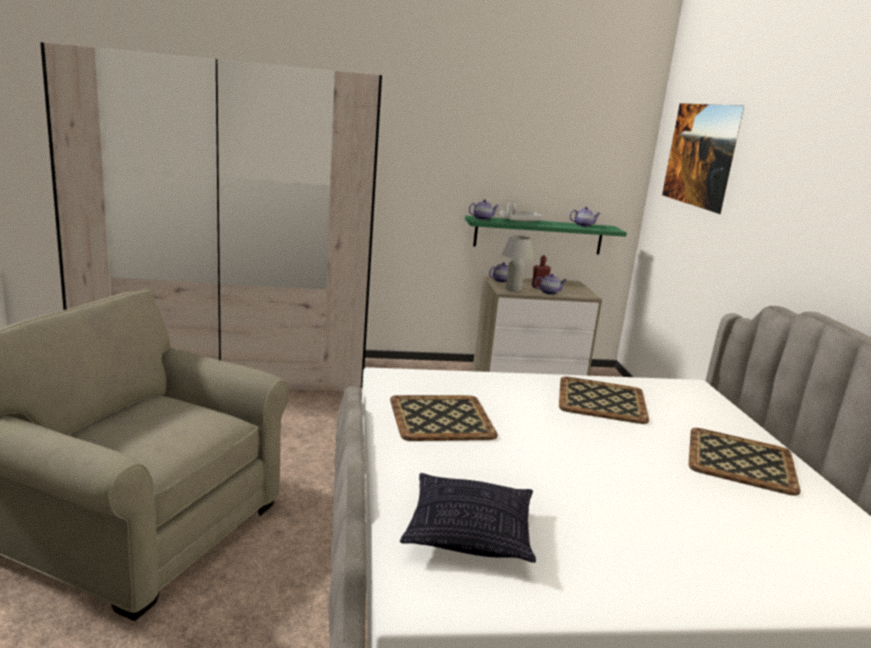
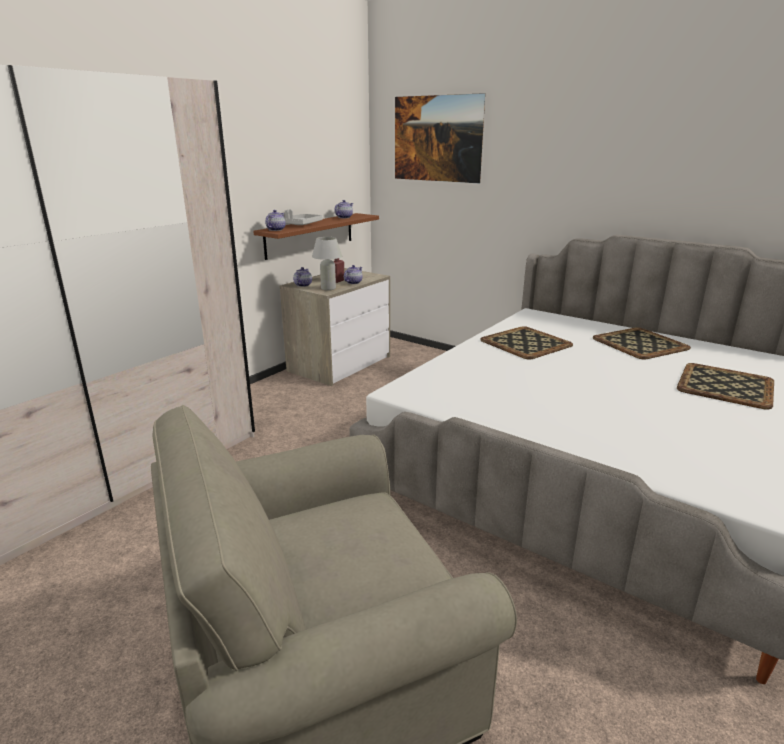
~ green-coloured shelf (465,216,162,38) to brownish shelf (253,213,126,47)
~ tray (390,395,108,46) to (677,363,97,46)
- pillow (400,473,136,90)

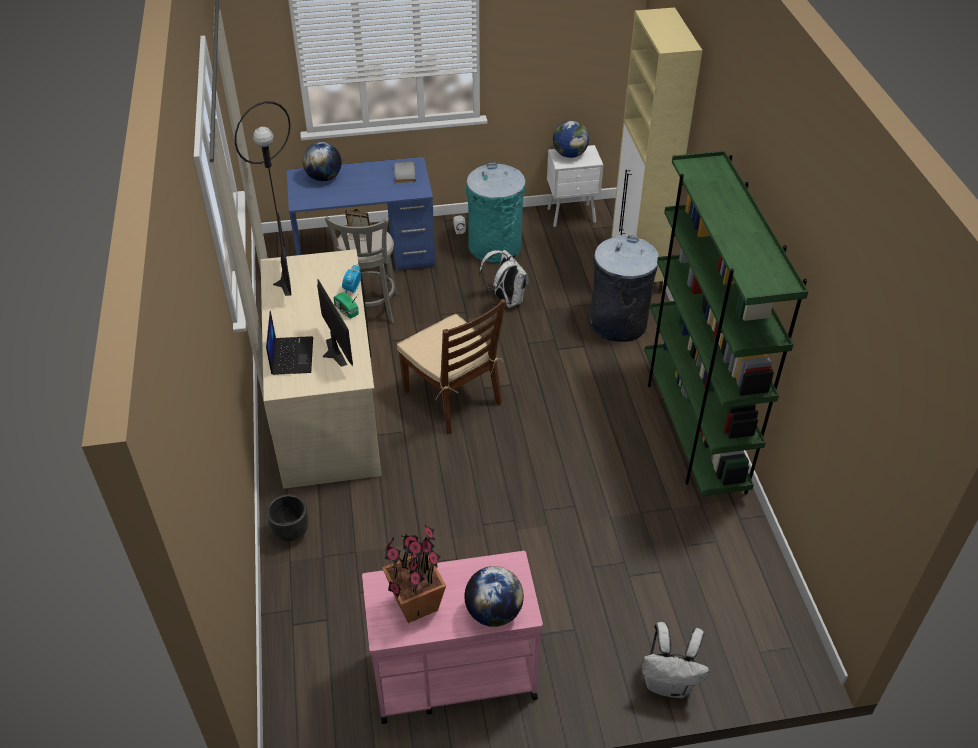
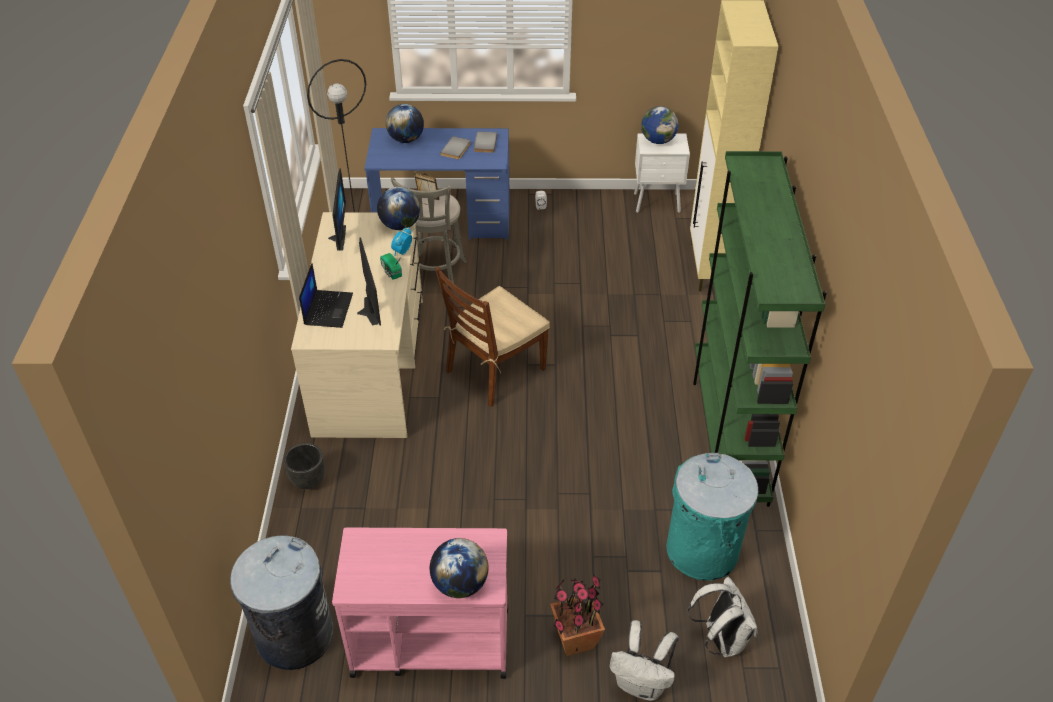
~ turquoise-coloured waste bin (465,162,61,101) to (666,453,92,128)
~ greyish waste bin (590,235,69,107) to (230,535,103,135)
~ white-coloured rucksack (479,250,50,58) to (688,577,70,80)
~ brownish plain chair (397,299,109,135) = (435,267,115,140) 75 degrees clockwise
~ houseplant (382,525,64,98) to (550,574,55,82)
+ greyish book (440,136,31,23)
+ globe (377,187,43,43)

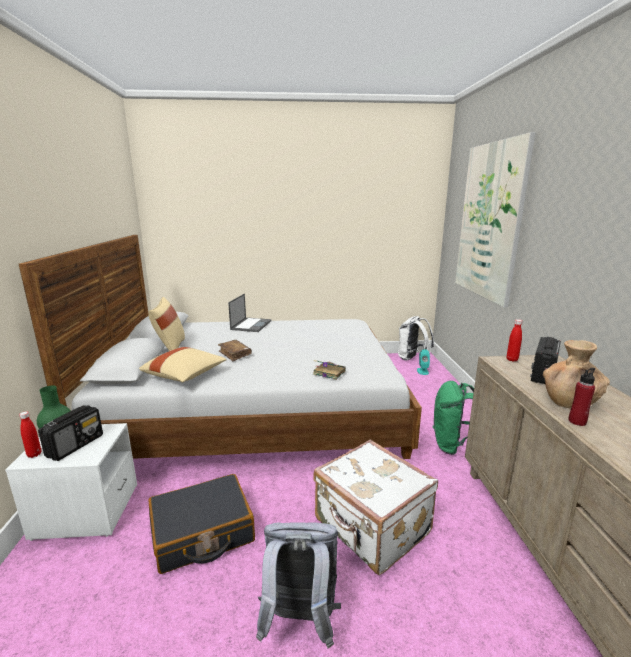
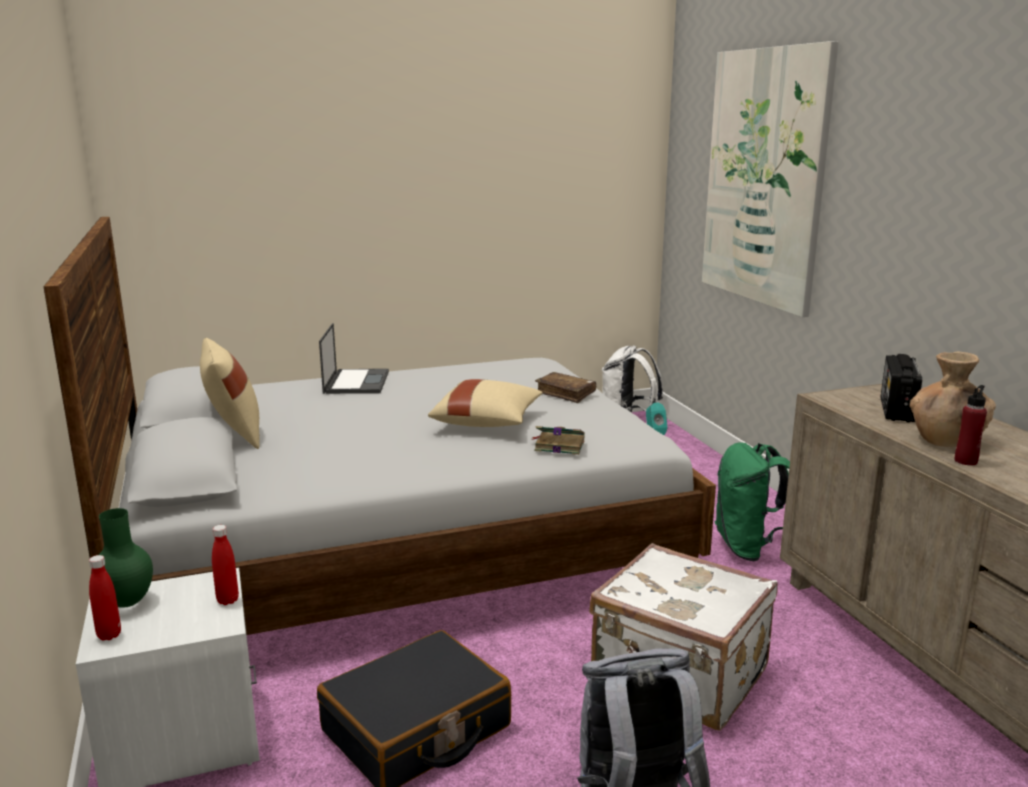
~ red-coloured drink bottle (506,319,16,43) to (212,525,27,80)
~ brownish book (218,340,34,21) to (535,372,61,31)
~ beige-coloured pillow (139,347,88,36) to (428,379,115,48)
- radio set (38,405,65,56)

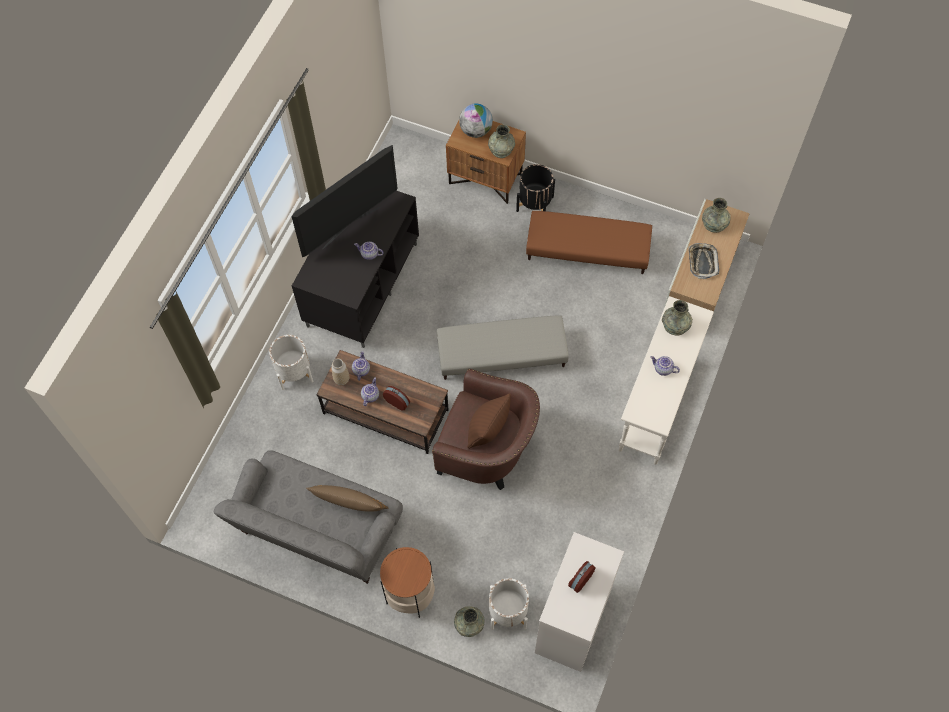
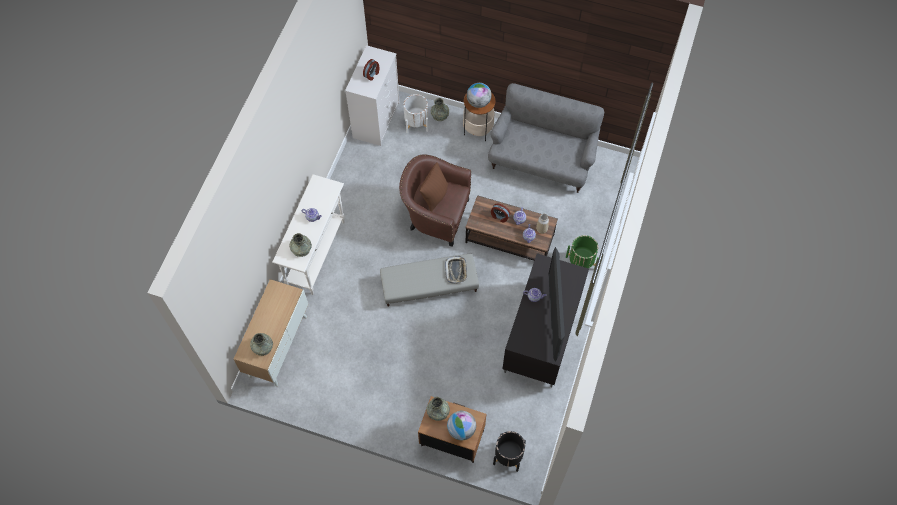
~ TV (292,145,106,112) = (548,247,17,115) 45 degrees counterclockwise
~ black planter (516,164,39,48) to (493,431,33,41)
- brownish ottoman (526,211,126,63)
~ tray (688,243,31,36) to (445,256,22,28)
~ white-coloured planter (269,335,44,55) to green-coloured planter (566,235,33,34)
- brownish pillow (306,485,82,27)
+ globe (467,83,25,25)

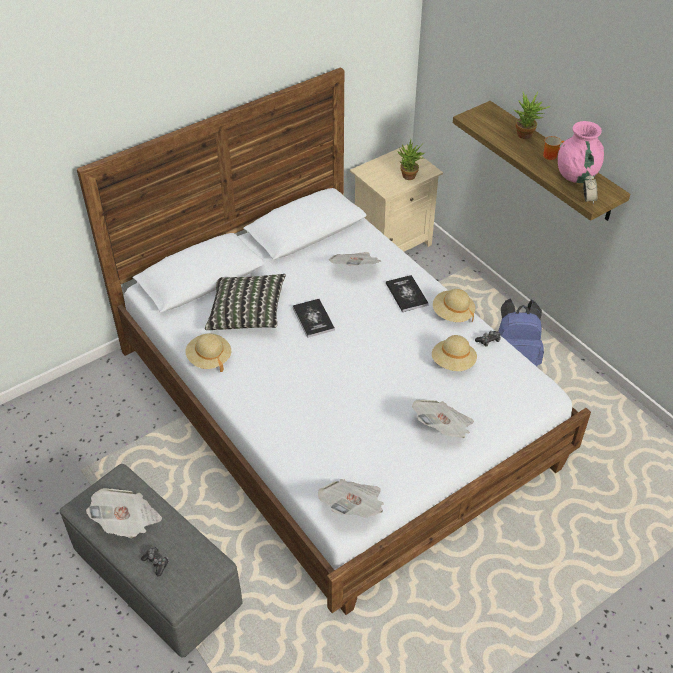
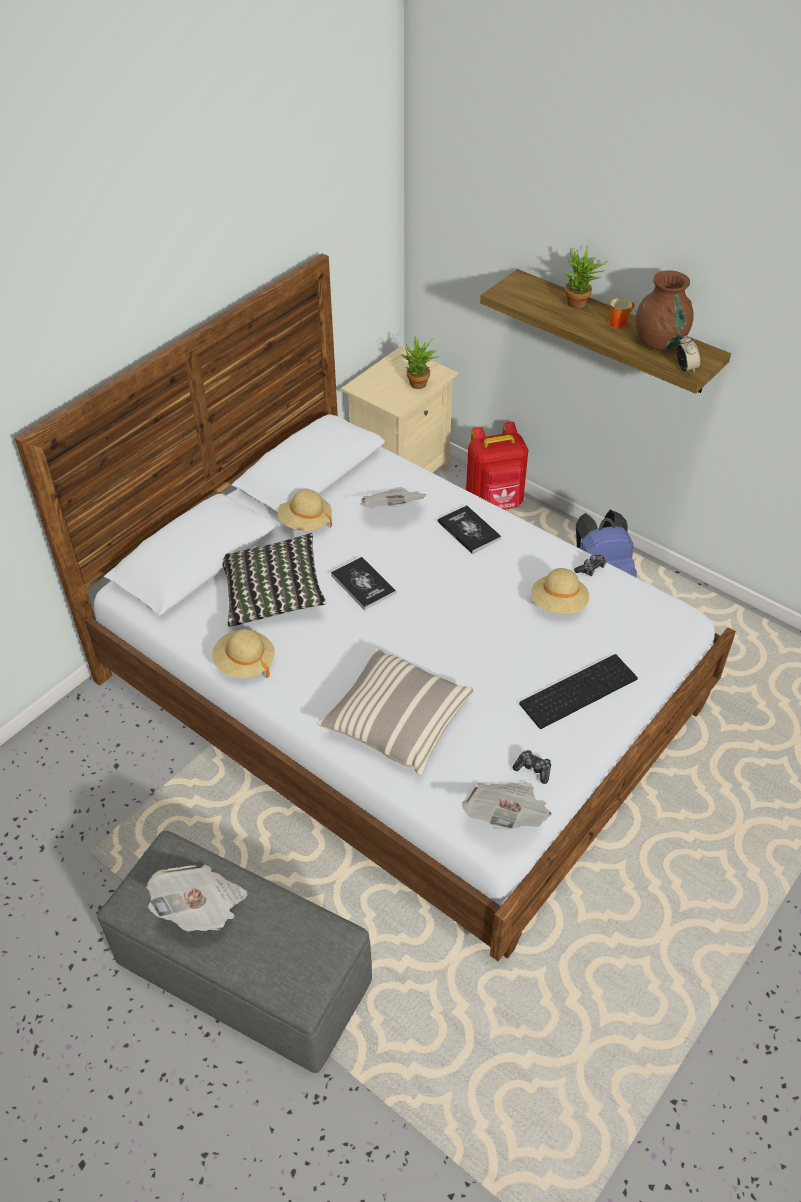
~ pink vase (558,121,46,62) to brownish vase (635,270,59,81)
~ beige-coloured hat (433,289,42,33) to (278,489,54,42)
~ daily paper (412,400,62,38) to keyboard (519,654,119,75)
~ gamepad (141,547,27,29) to (513,750,38,34)
+ red-coloured rucksack (466,422,62,88)
+ pillow (317,648,156,127)

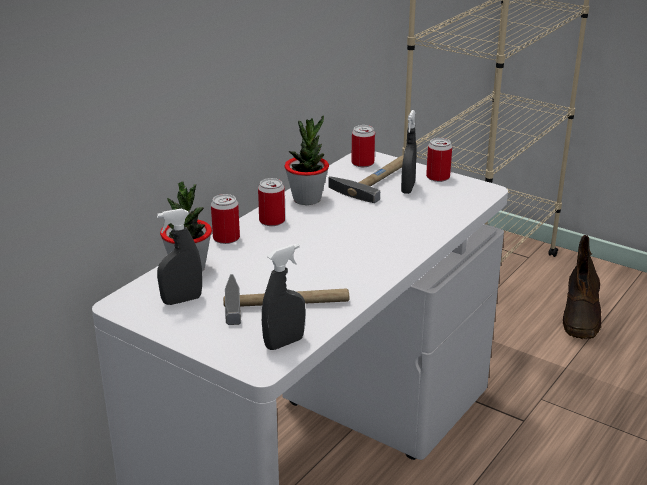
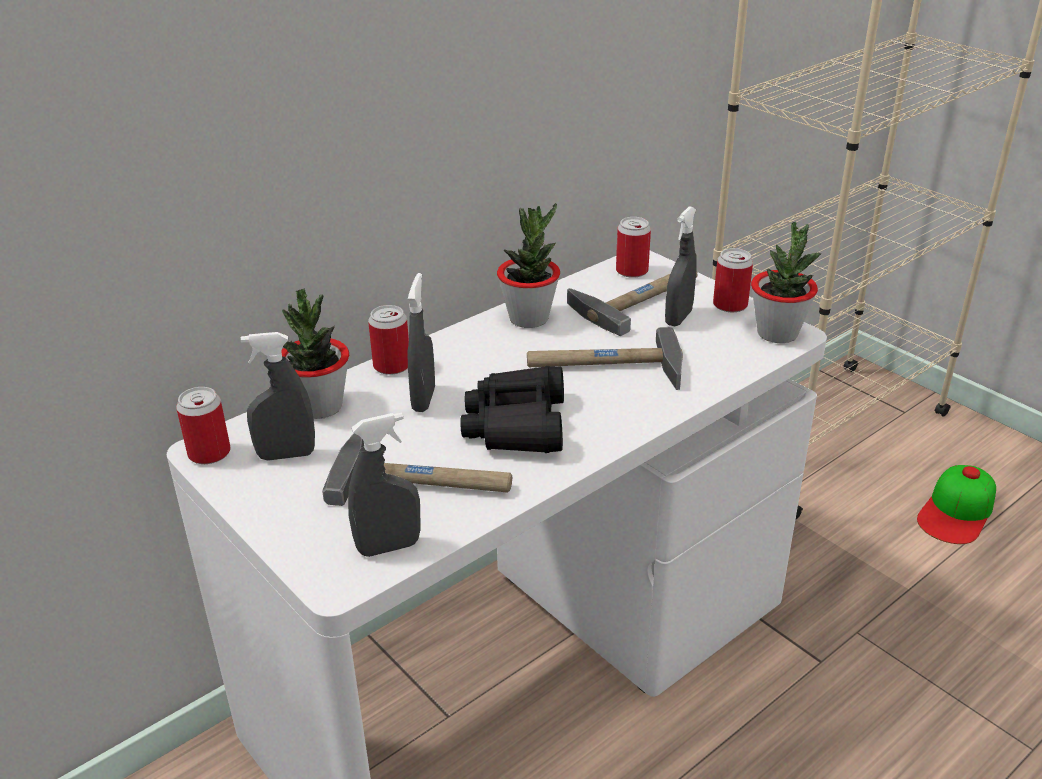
~ metal can (258,178,27,48) to (176,387,55,77)
~ brownish boot (563,235,39,104) to baseball cap (917,465,79,79)
+ houseplant (751,222,71,121)
+ greyish sprayer (407,273,28,139)
+ hand hammer (527,327,156,63)
+ black pair of binoculars (460,366,104,87)

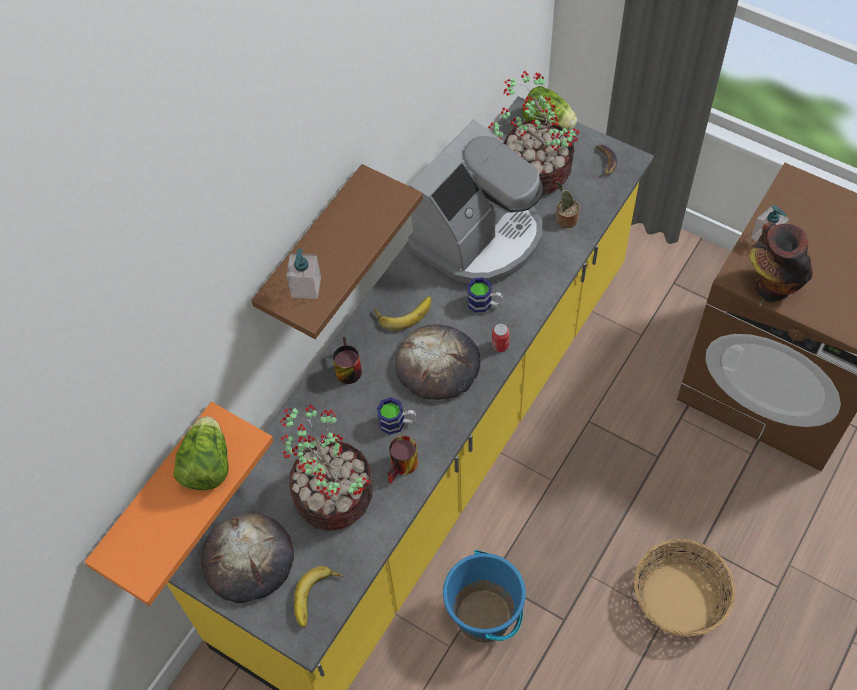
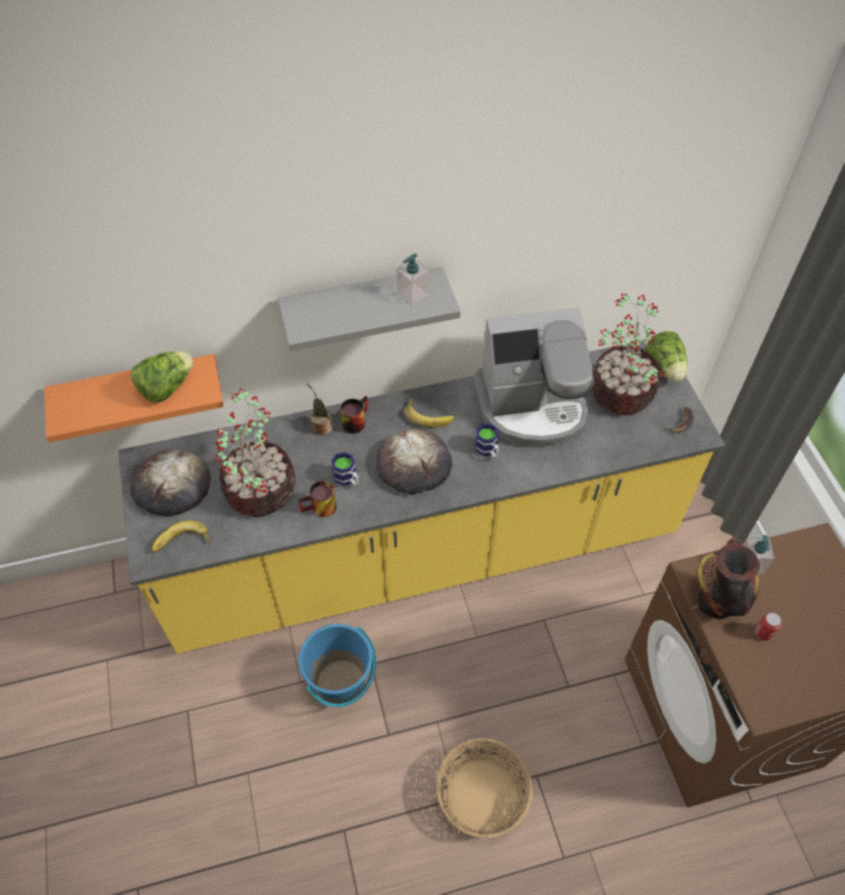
~ brownish shelf (251,164,172,175) to greyish shelf (278,267,183,84)
~ houseplant (555,182,24,46) to (307,384,26,51)
~ soap bottle (286,249,35,50) to (396,253,33,52)
~ metal can (492,323,18,29) to (755,612,27,28)

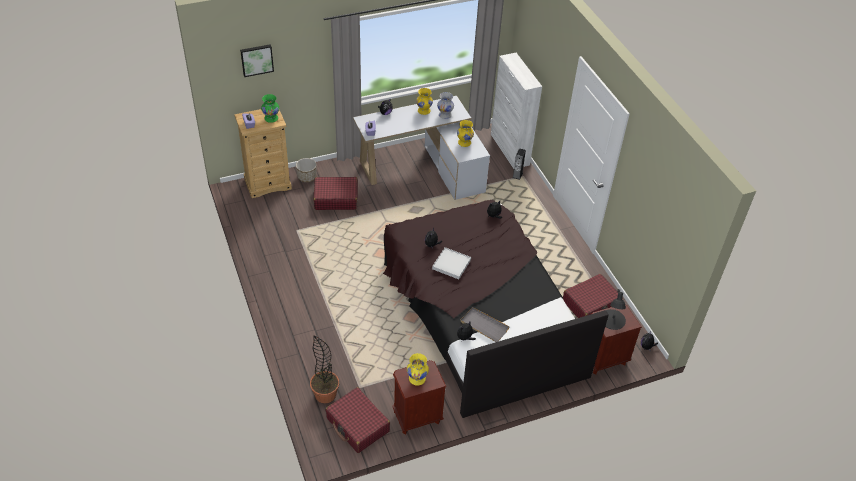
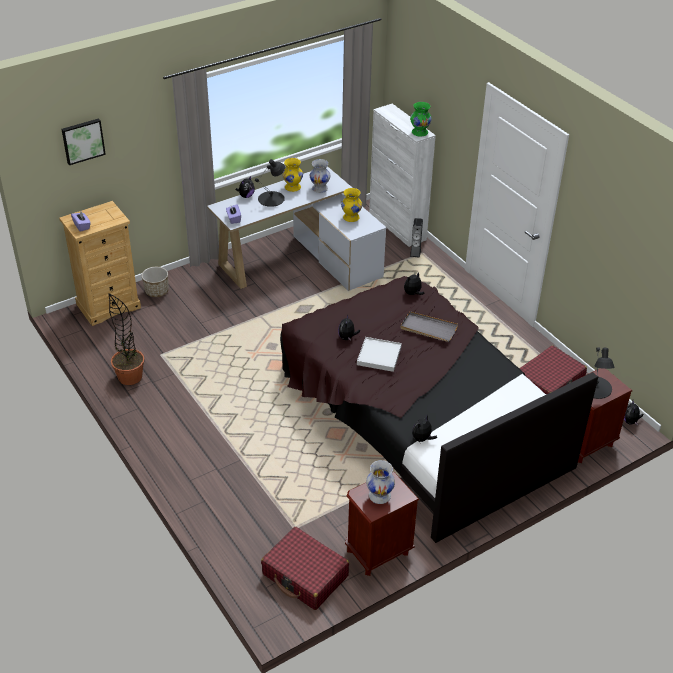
~ green-coloured vase (261,94,18,29) to (410,102,22,35)
- red-coloured travel case (314,177,44,33)
~ greyish tray (461,307,49,35) to (400,311,58,31)
~ houseplant (310,335,29,69) to (108,293,36,92)
~ yellow-coloured vase (407,353,22,33) to white-coloured vase (366,460,29,44)
+ black table lamp (255,159,30,48)

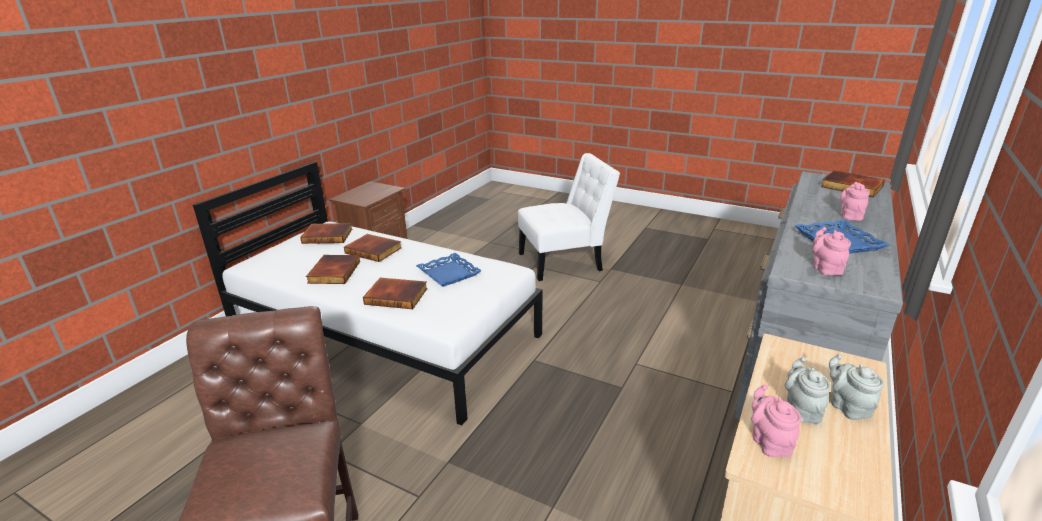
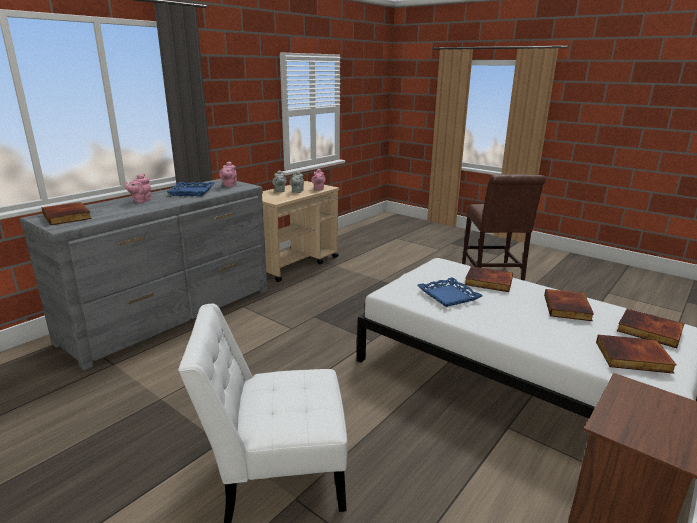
~ book (344,234,58,28) to (617,309,67,39)

